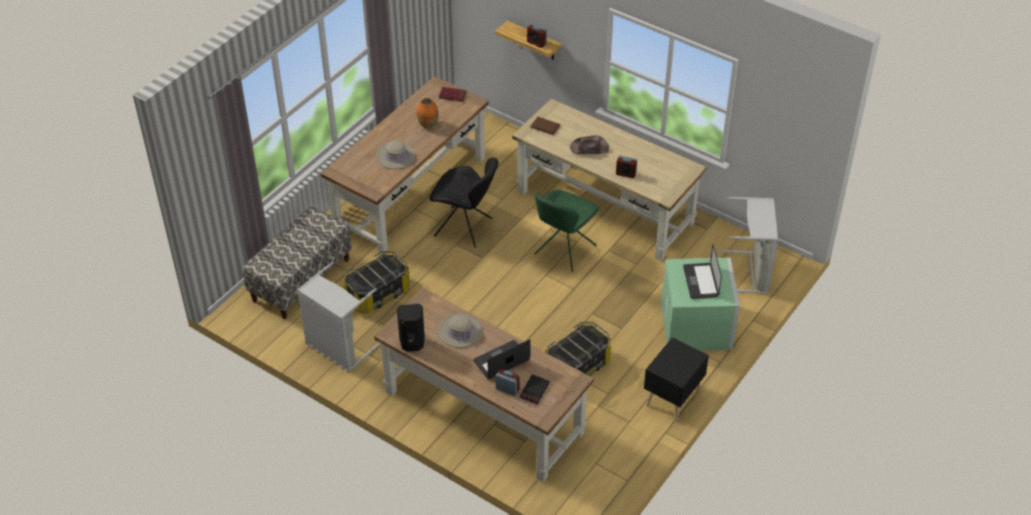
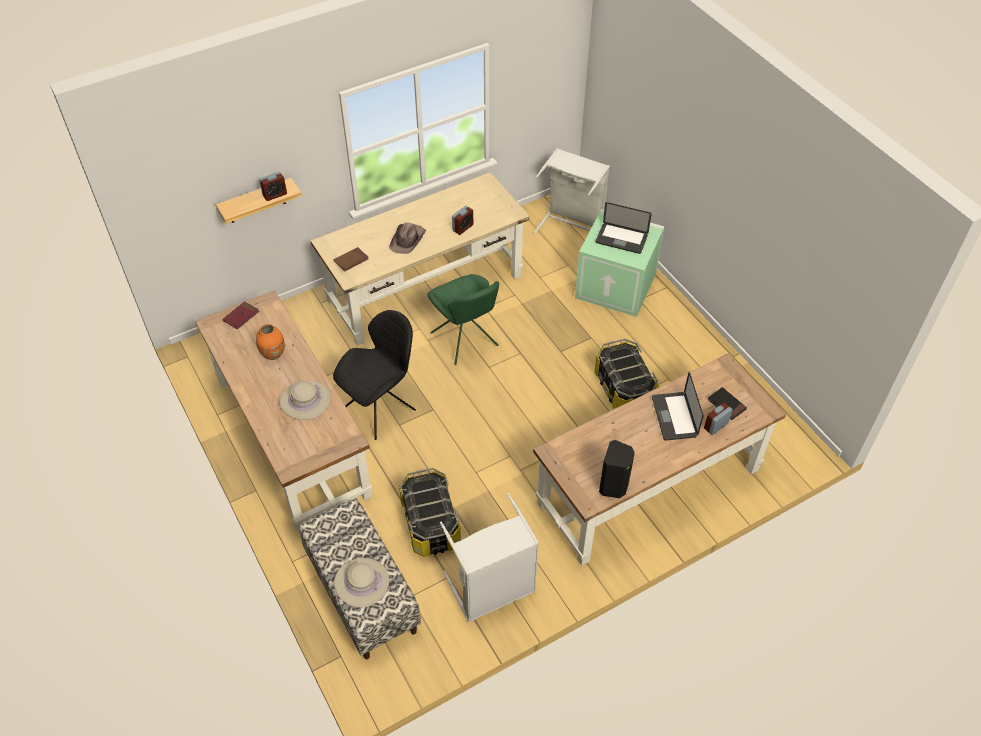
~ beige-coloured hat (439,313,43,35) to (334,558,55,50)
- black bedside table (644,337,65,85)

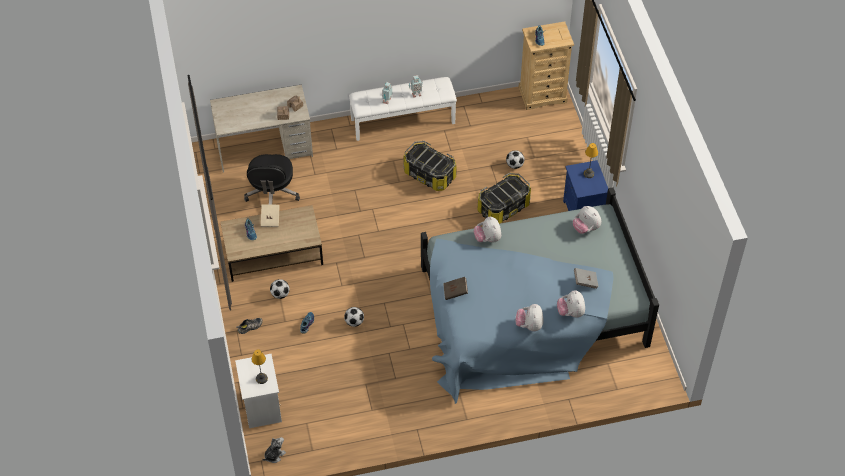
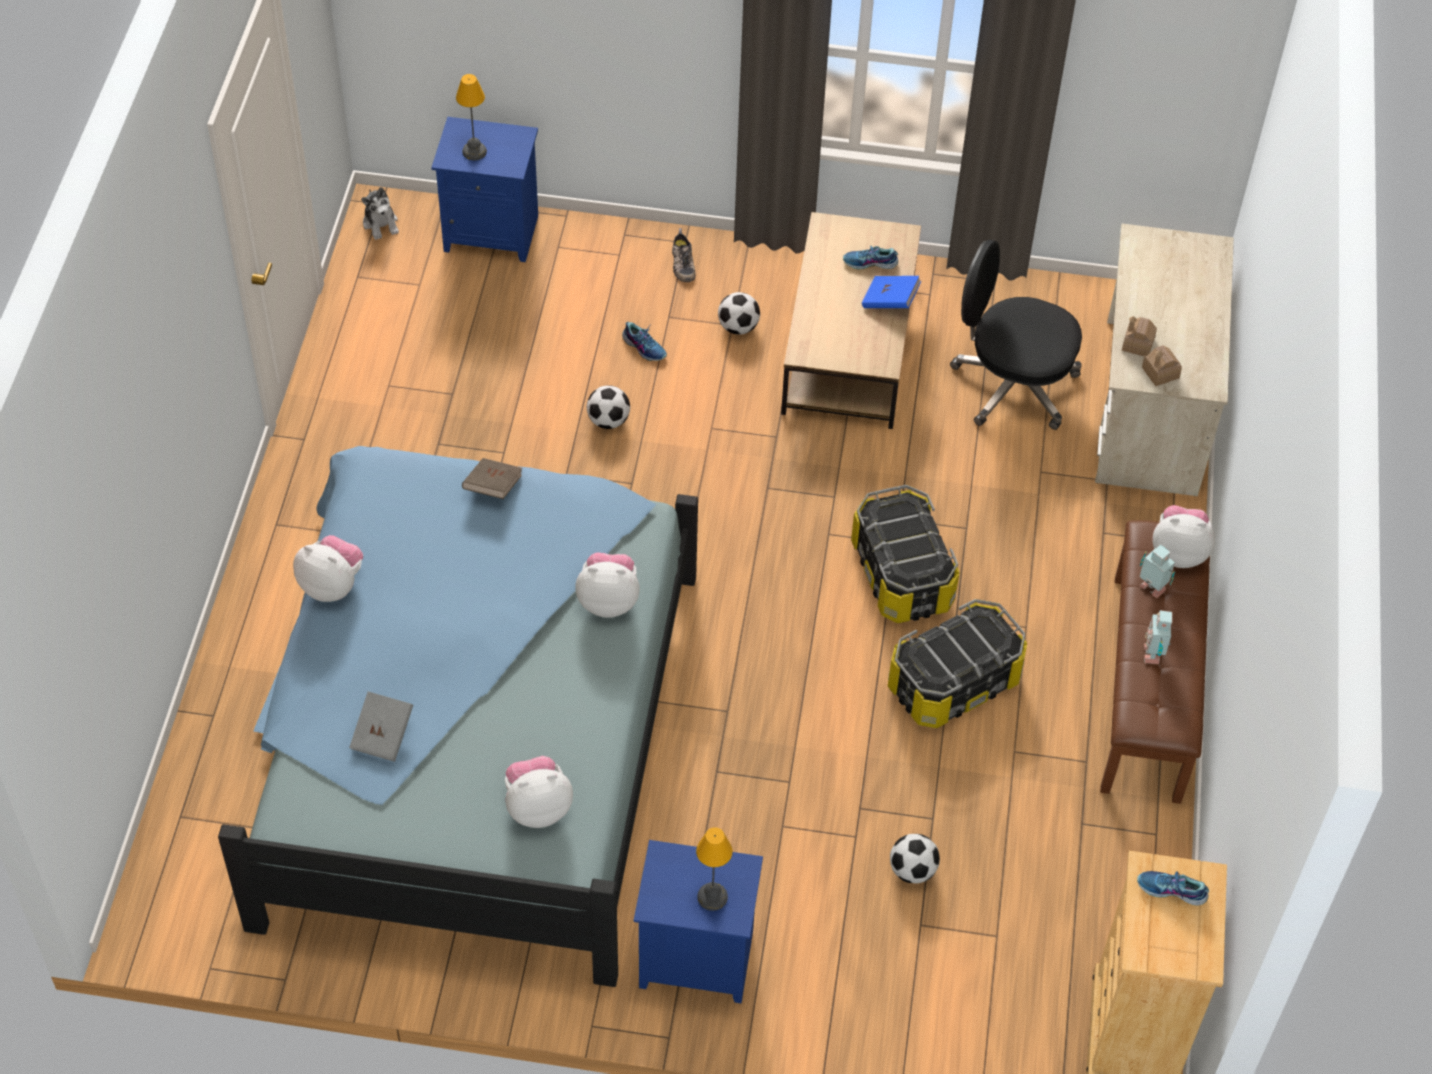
~ white-coloured indoor bench (349,77,108,64) to brownish indoor bench (1100,520,110,284)
~ storage container (477,173,54,51) to (851,485,109,138)
~ beige-coloured book (261,204,19,23) to bluish book (862,276,60,32)
~ plush toy (557,290,28,27) to (1152,505,63,63)
~ white-coloured bedside table (235,354,47,74) to bluish bedside table (431,117,107,145)

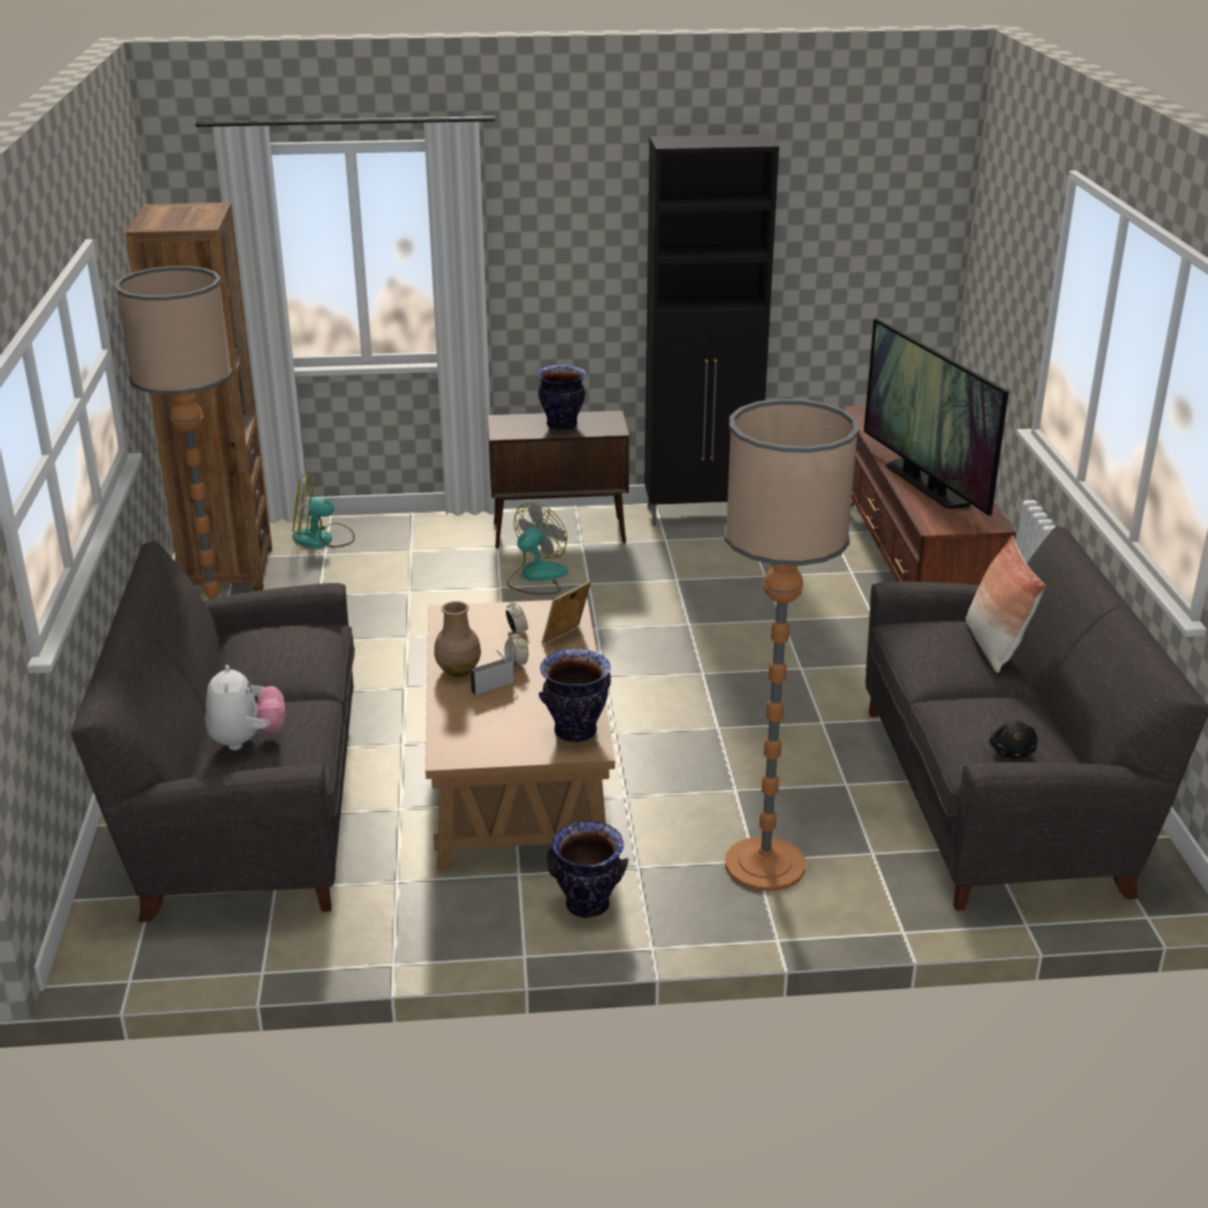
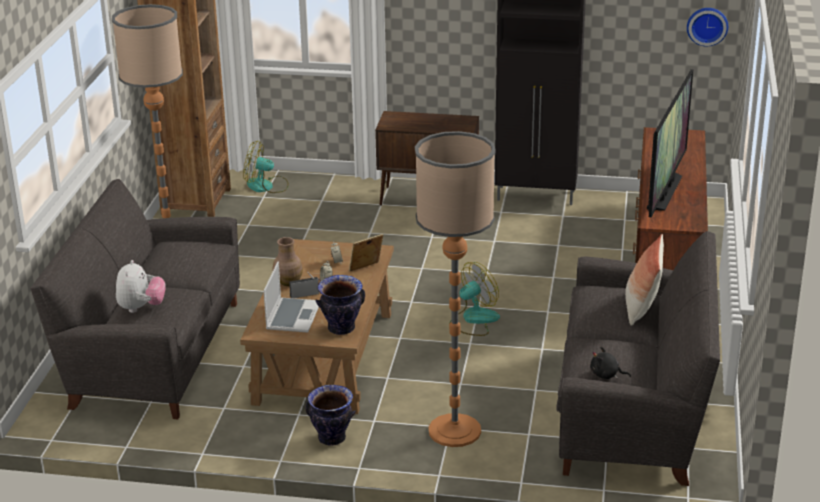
~ TV (864,318,145,198) = (647,69,46,148) 150 degrees counterclockwise
- vase (536,365,51,66)
~ electric fan (507,503,61,92) to (449,262,51,74)
~ black plush toy (989,720,48,39) = (590,347,41,32) 90 degrees clockwise
+ clock on the wall (687,8,41,38)
+ notebook computer (263,262,56,71)

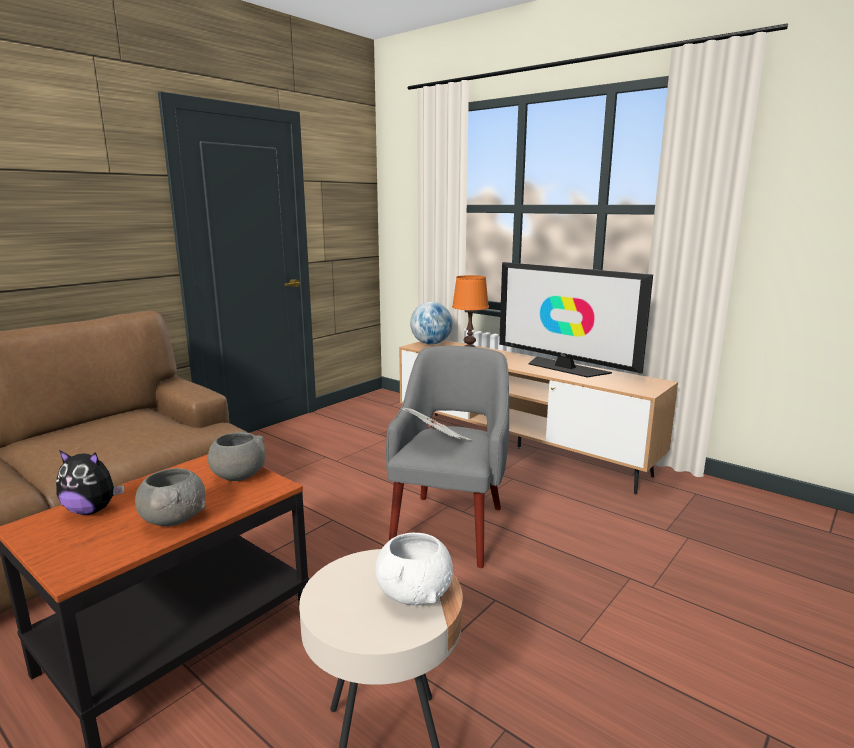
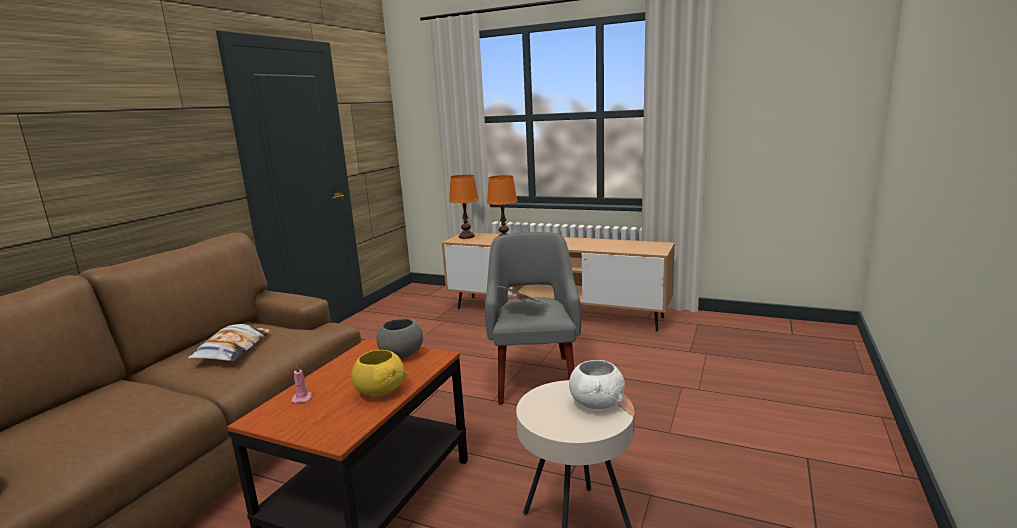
- TV (499,262,154,115)
~ globe (410,302,43,43) to orange table lamp (449,175,30,64)
~ plush toy (56,450,68,65) to pink wax candle (291,364,22,39)
~ greyish bowl (135,468,71,58) to yellow-coloured bowl (351,350,57,47)
+ pillow (188,324,83,37)

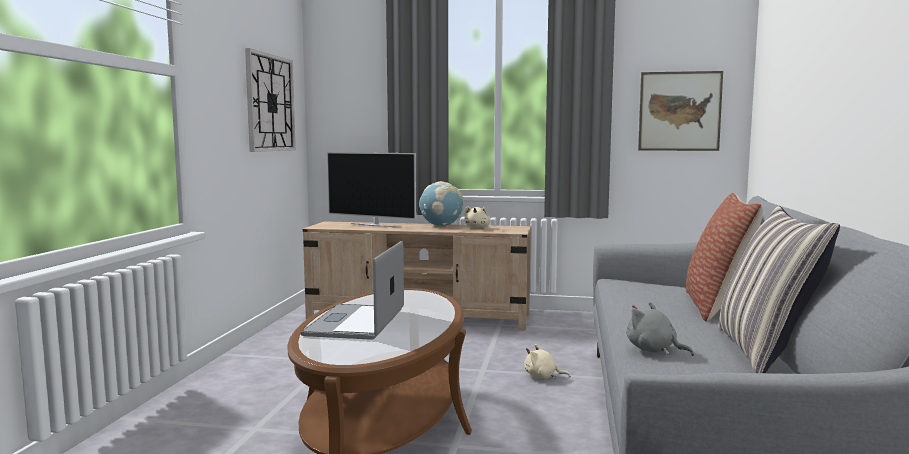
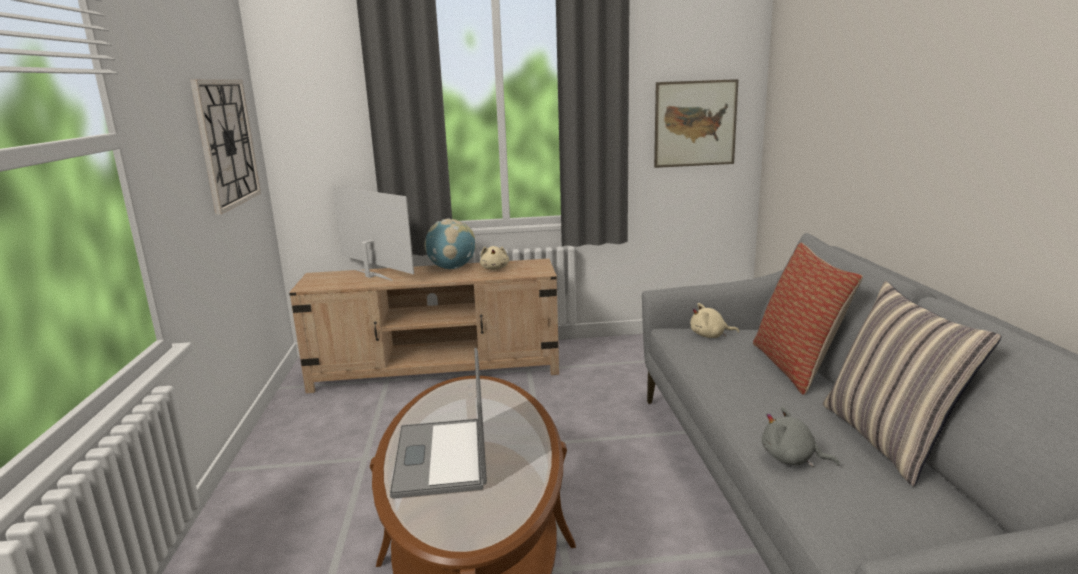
~ TV (327,152,89,75) = (333,186,81,95) 150 degrees counterclockwise
~ beige-coloured plush toy (524,344,46,35) to (690,303,49,35)

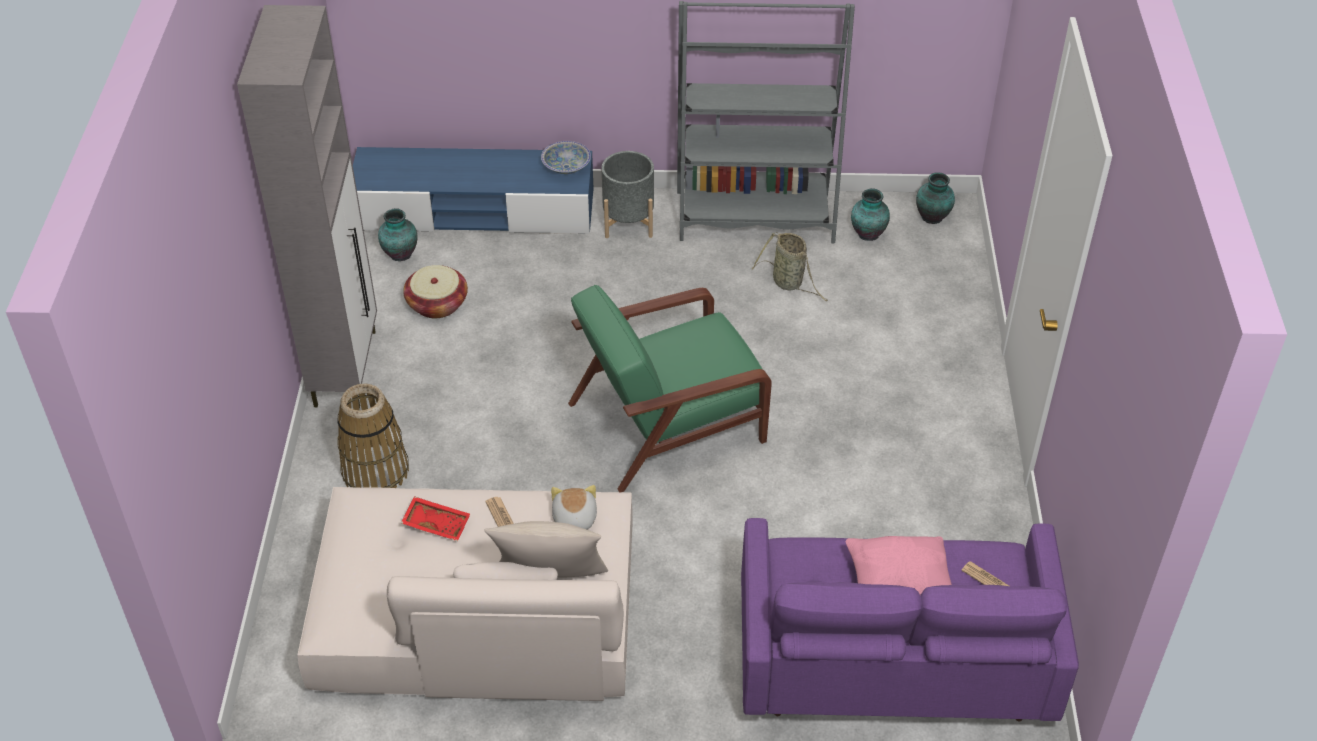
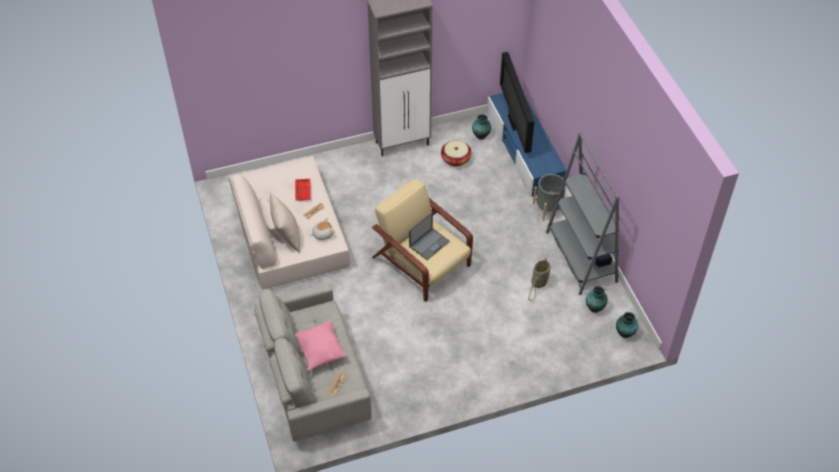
- bowl (541,141,50,33)
~ green-coloured lounge chair (568,285,204,207) to beige-coloured lounge chair (372,179,101,123)
- storage basket (337,384,72,104)
~ purple-coloured sofa (741,518,338,204) to greyish sofa (254,284,118,158)
+ TV (500,52,35,101)
+ notebook computer (409,212,41,48)

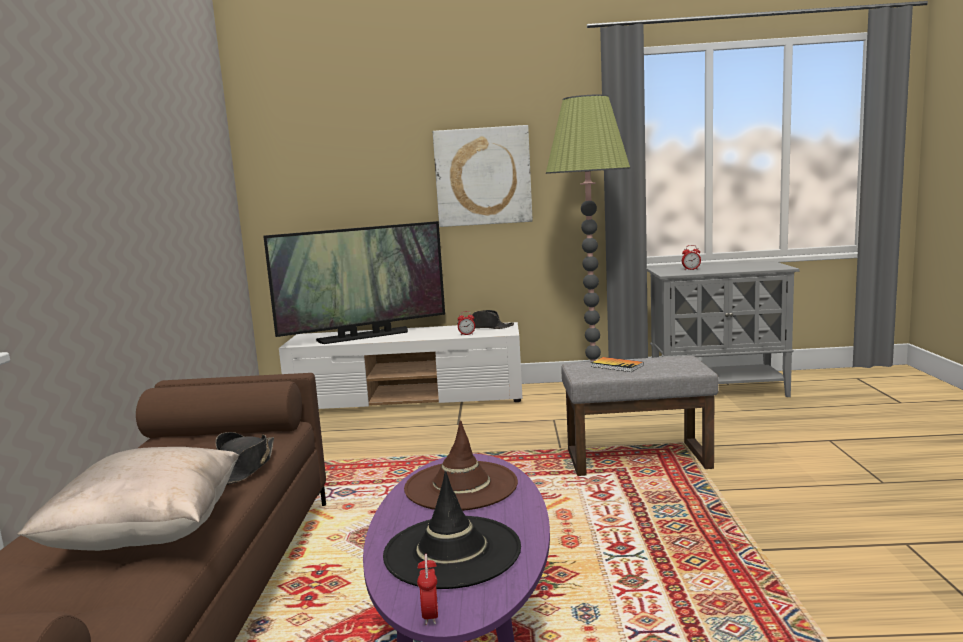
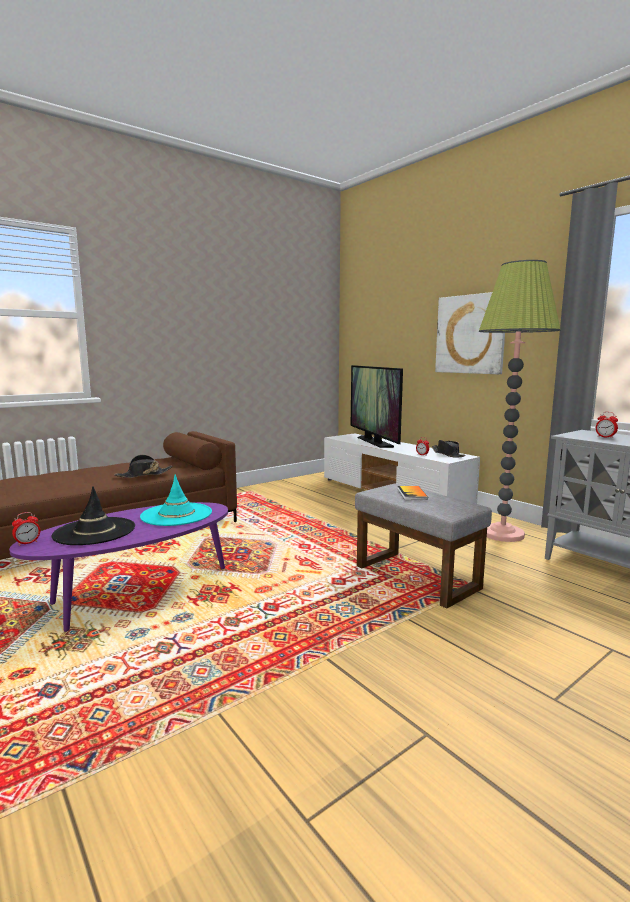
~ TV (263,221,182,123) = (351,365,52,83) 45 degrees clockwise
~ brownish hat (404,420,114,91) to turquoise-coloured hat (140,474,72,52)
- beige-coloured pillow (17,447,222,104)

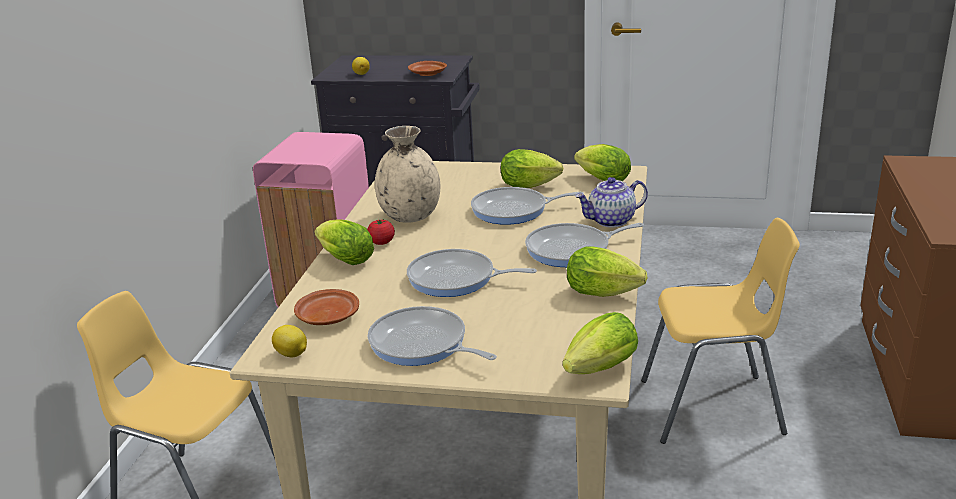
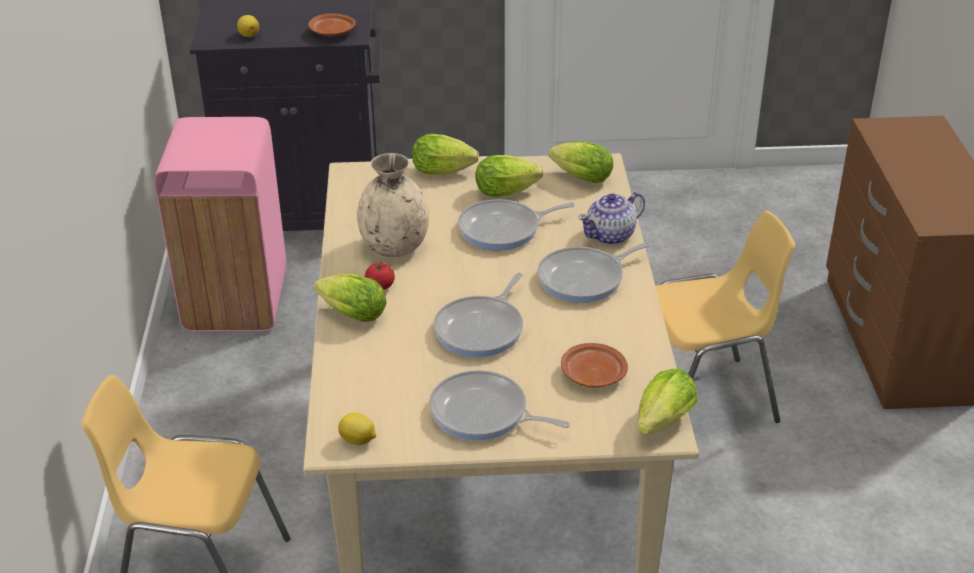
~ head of lettuce (567,246,80,51) to (412,134,67,41)
~ pan (407,249,130,48) = (434,273,89,84) 60 degrees counterclockwise
~ brownish dinner plate (294,289,65,36) to (561,343,67,44)

